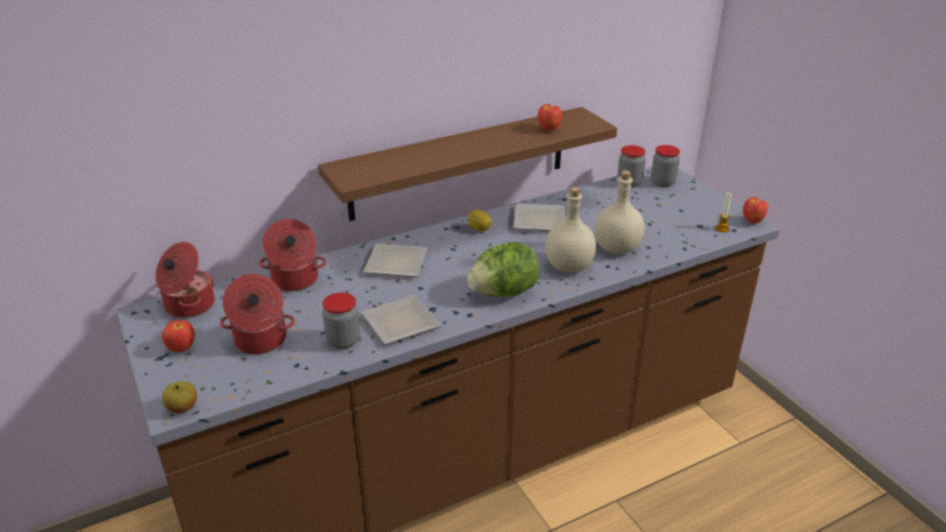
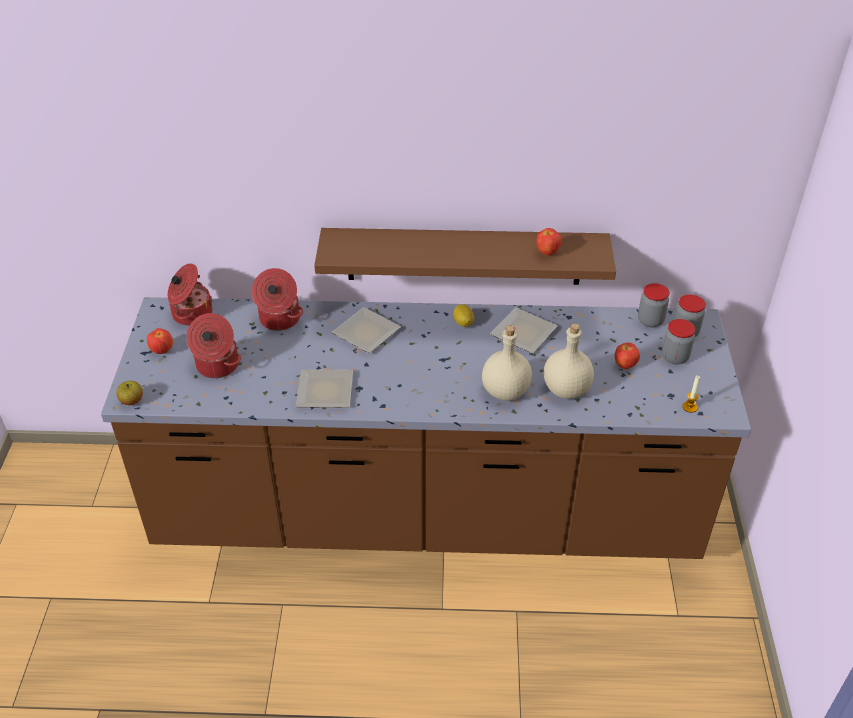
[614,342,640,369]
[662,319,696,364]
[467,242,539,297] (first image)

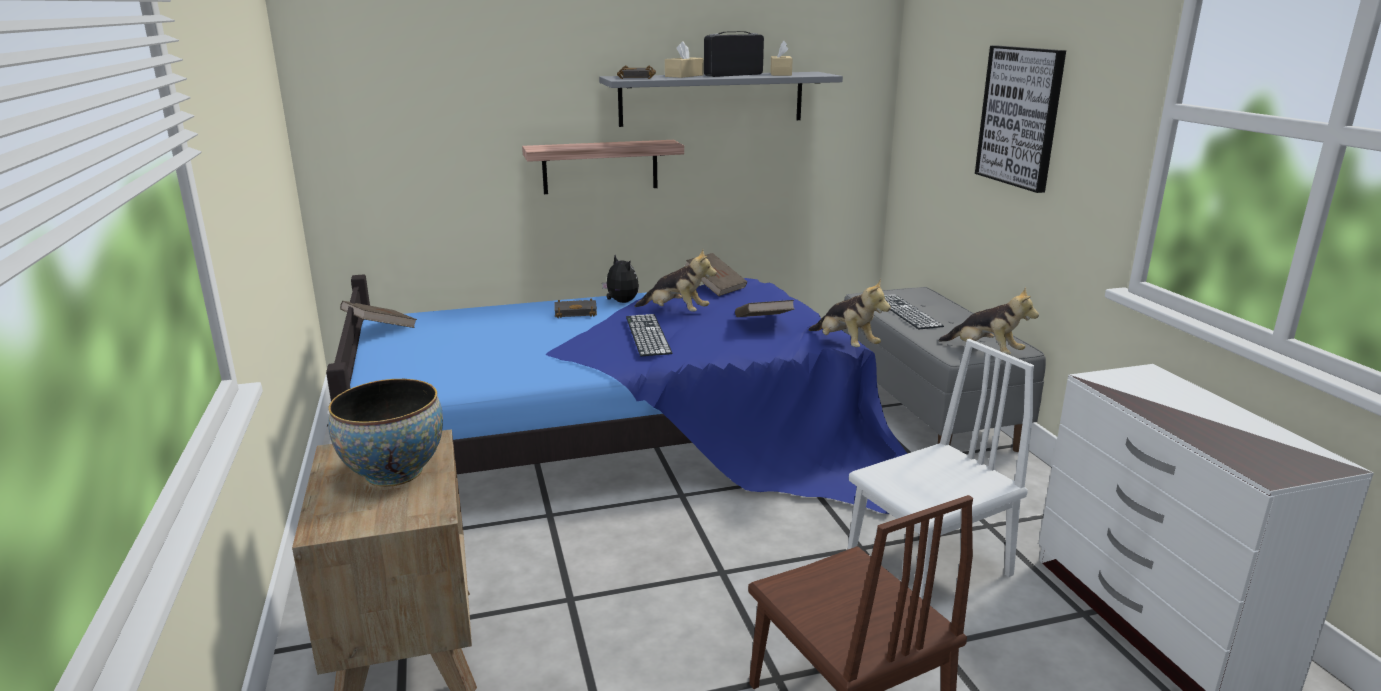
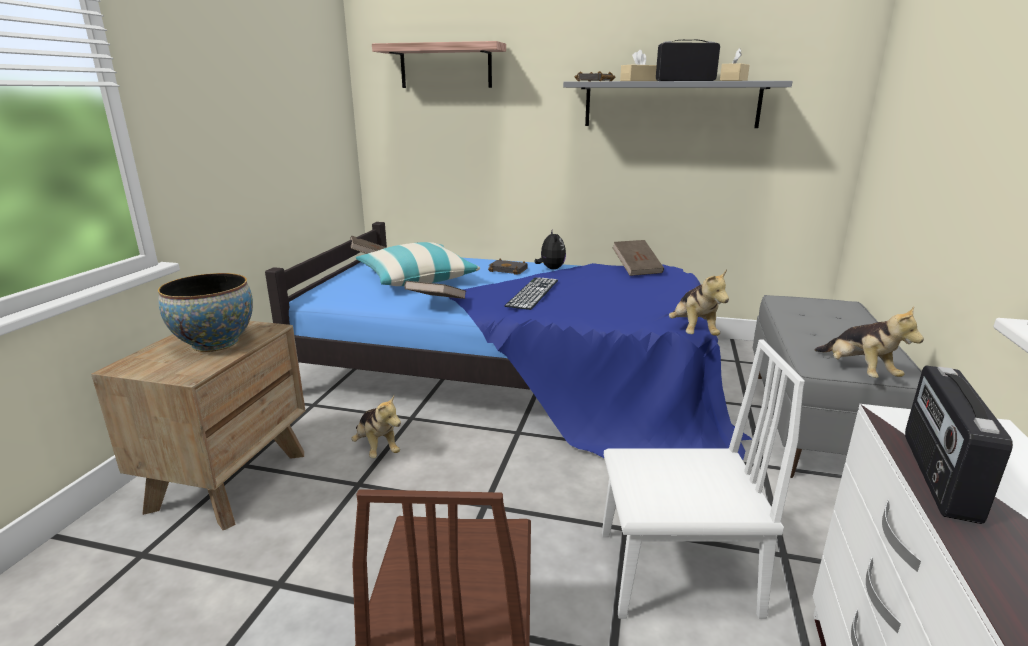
[351,395,401,458]
[356,242,480,286]
[372,41,506,88]
[404,281,466,299]
[905,366,1013,524]
[884,294,944,329] (first image)
[975,46,1066,193] (first image)

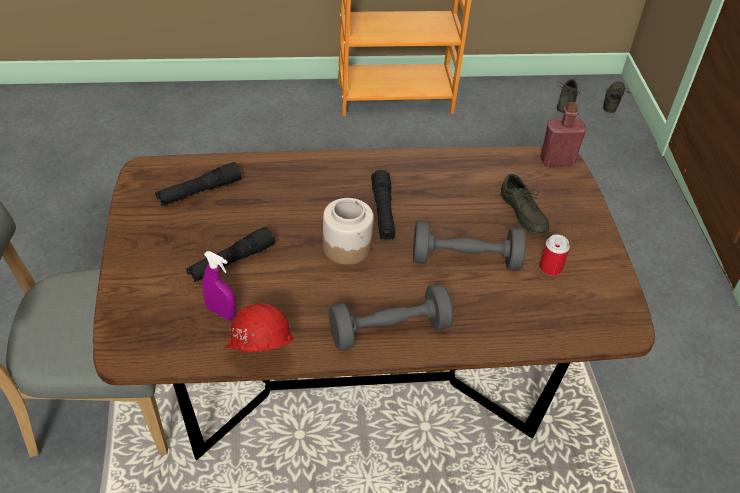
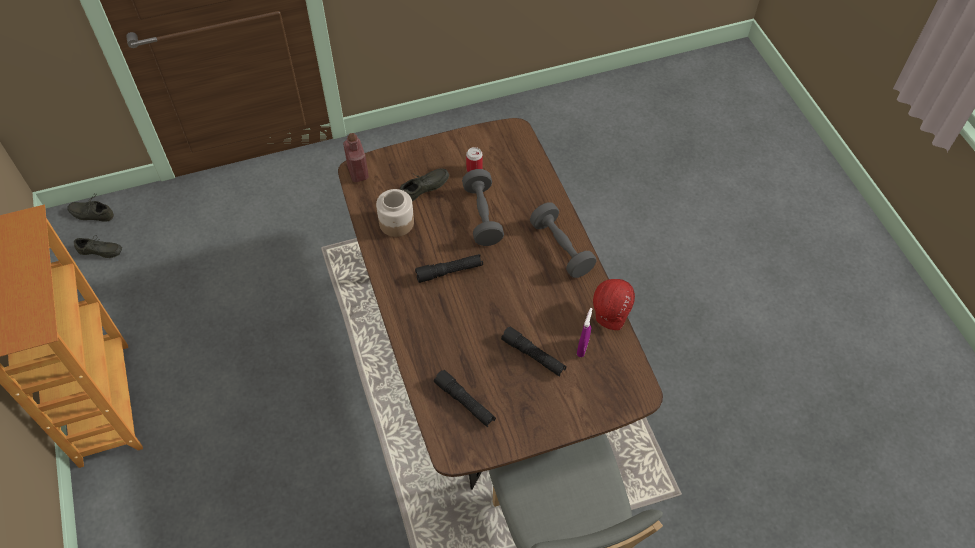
[376,189,414,237]

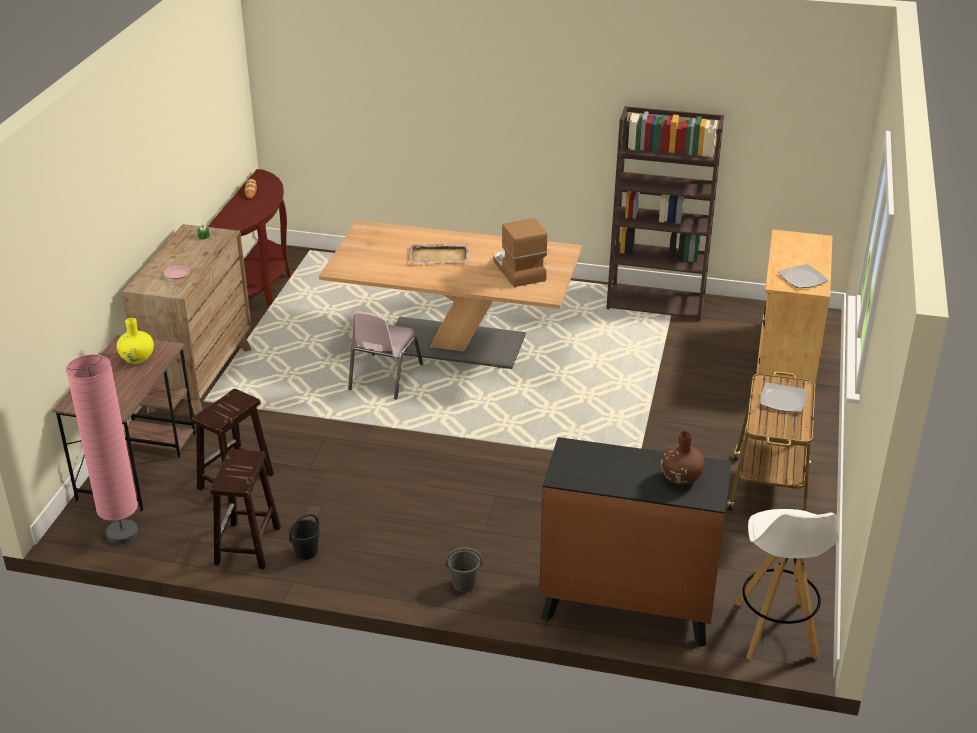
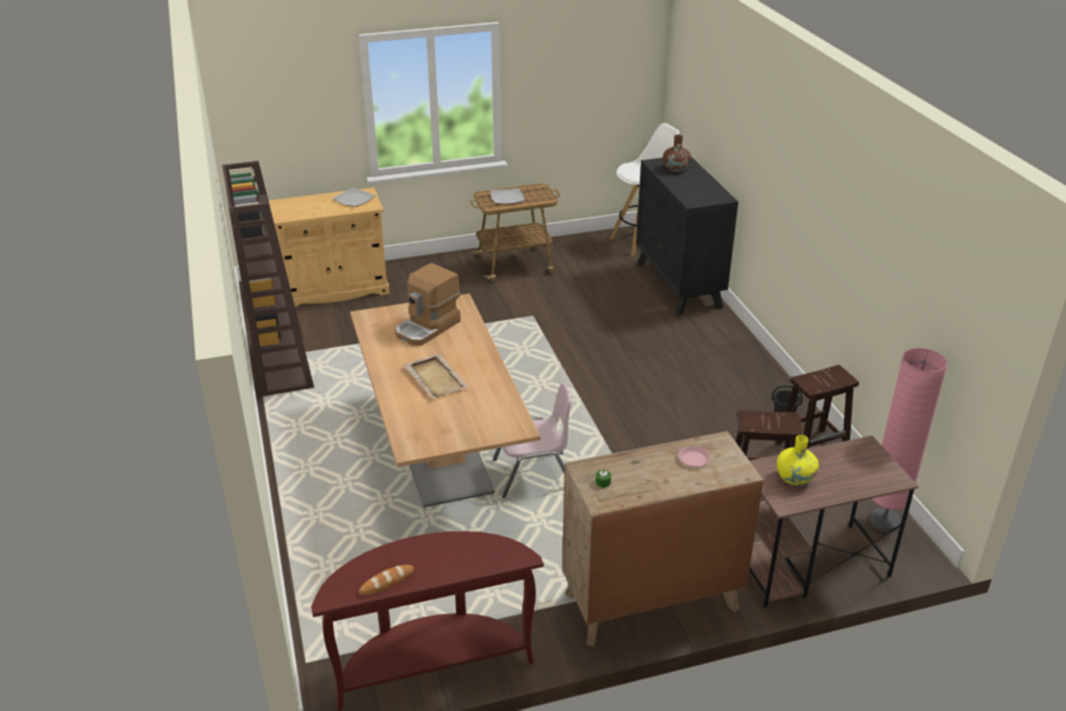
[445,547,483,592] (first image)

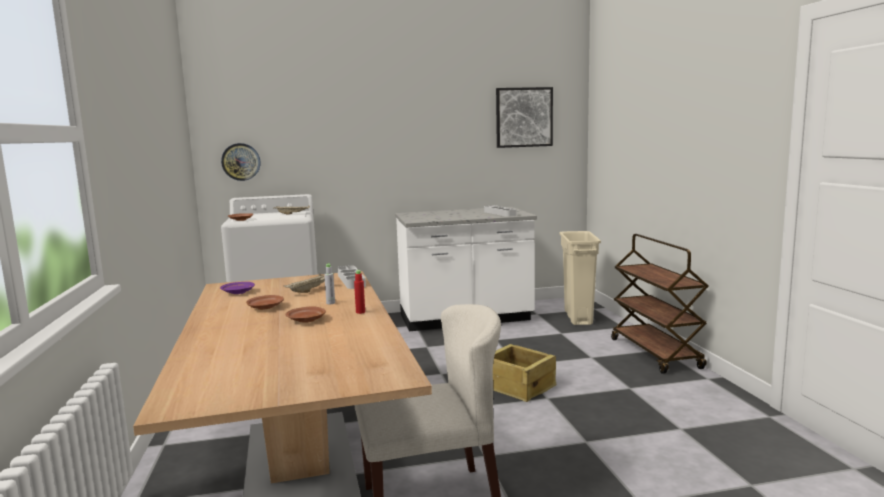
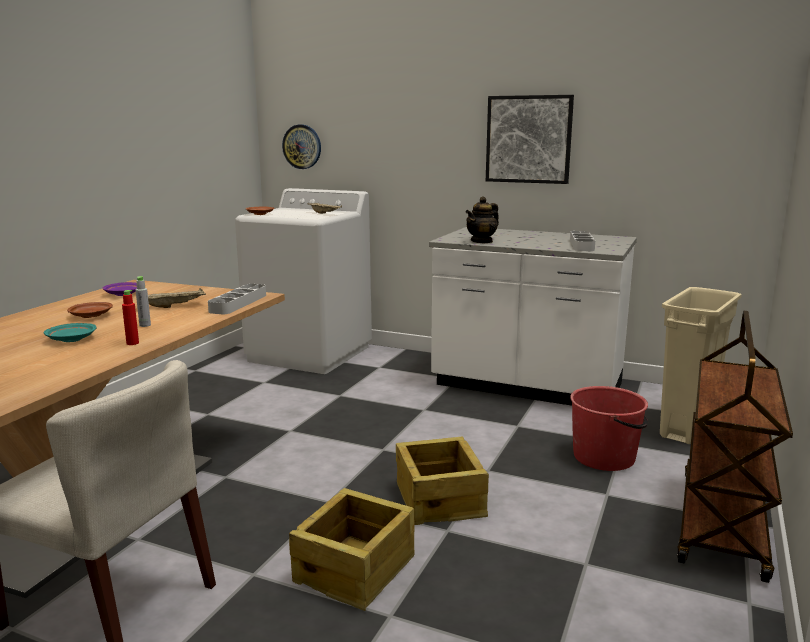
[44,323,96,342]
[289,488,415,611]
[466,196,499,243]
[486,95,574,184]
[570,386,648,471]

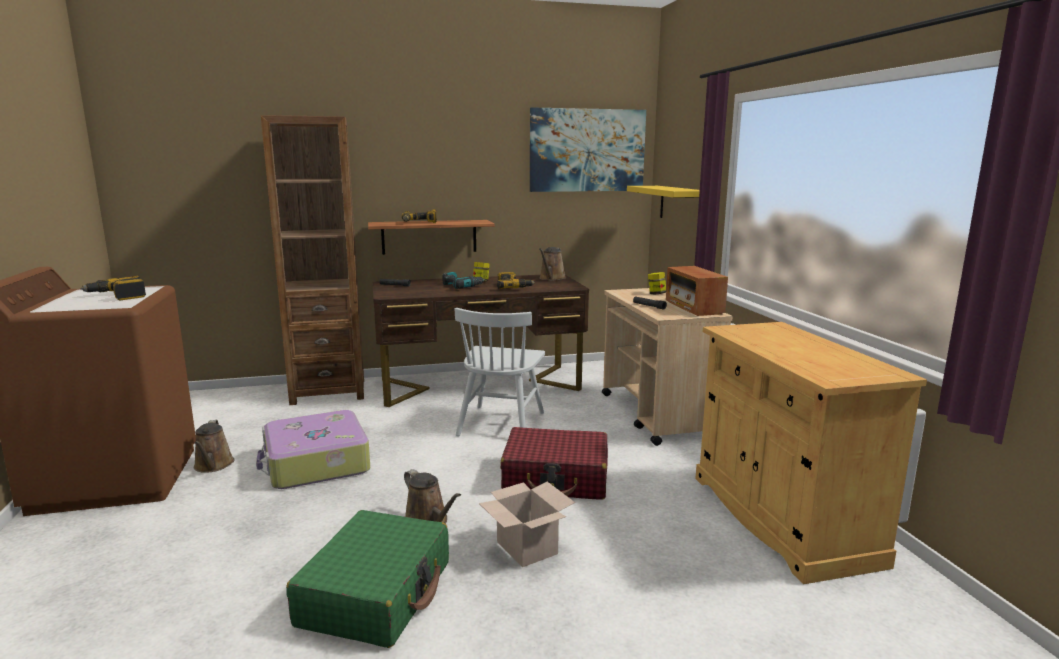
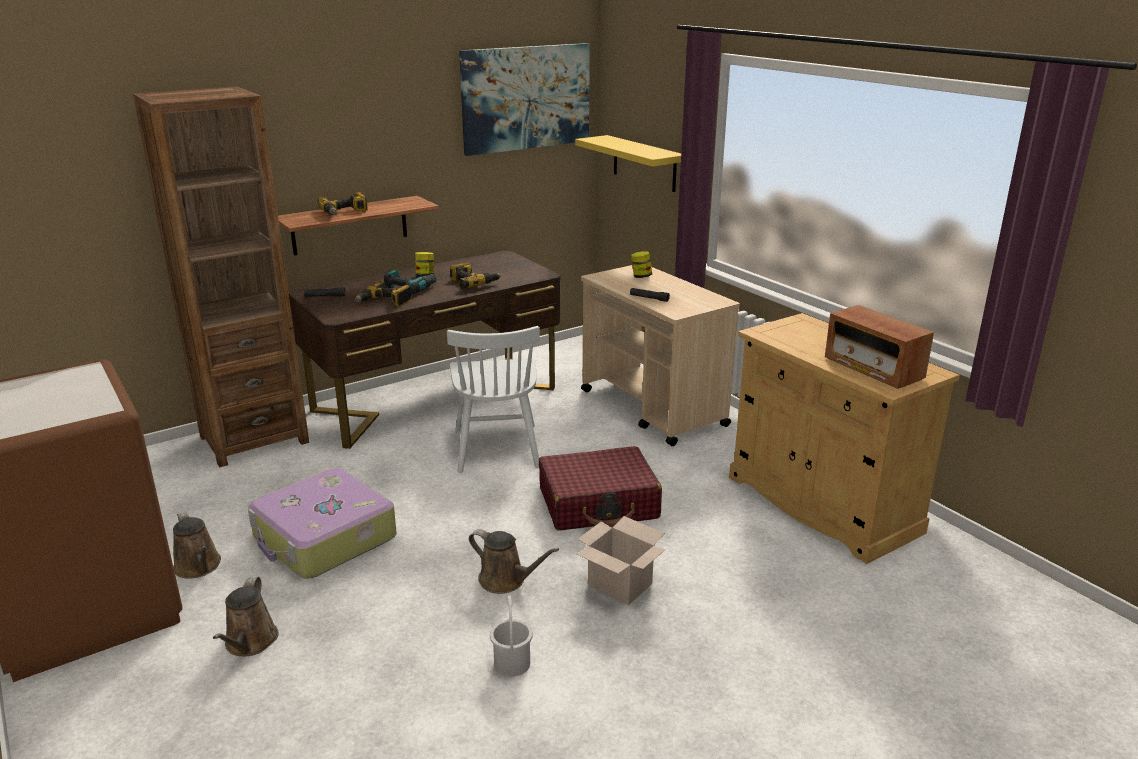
[213,577,278,656]
[355,281,412,307]
[490,596,533,677]
[825,305,934,389]

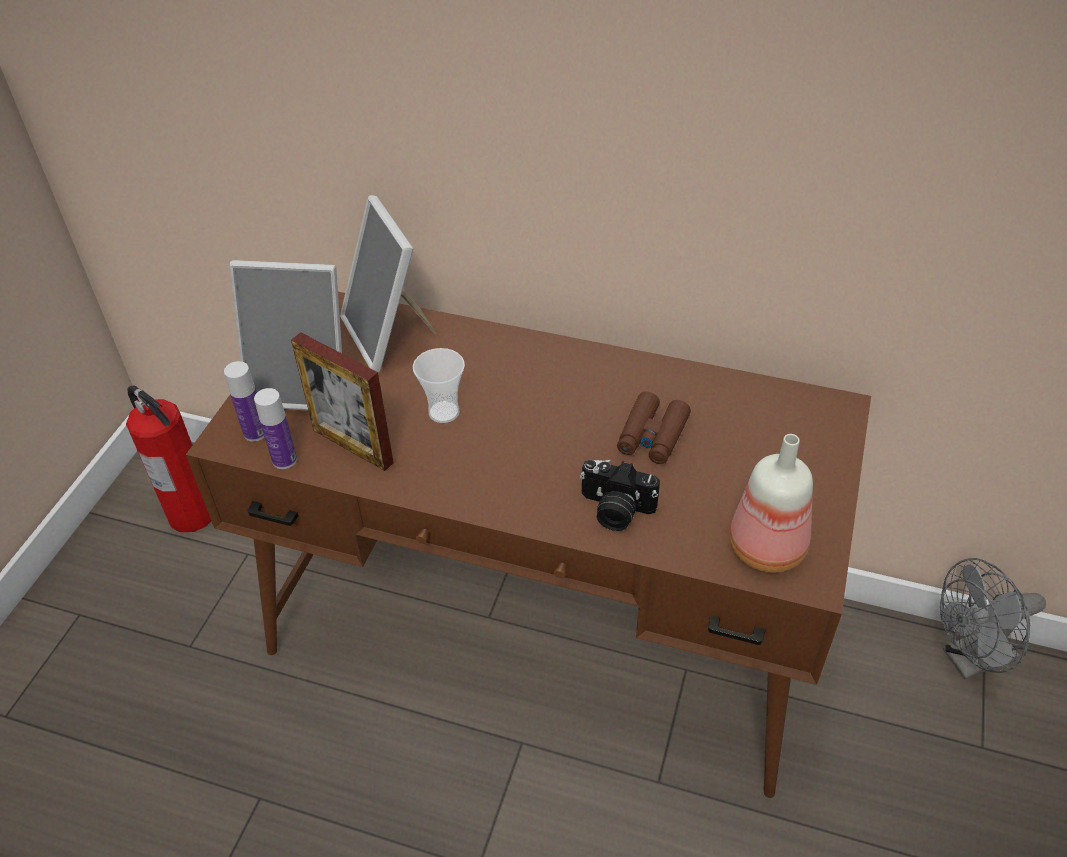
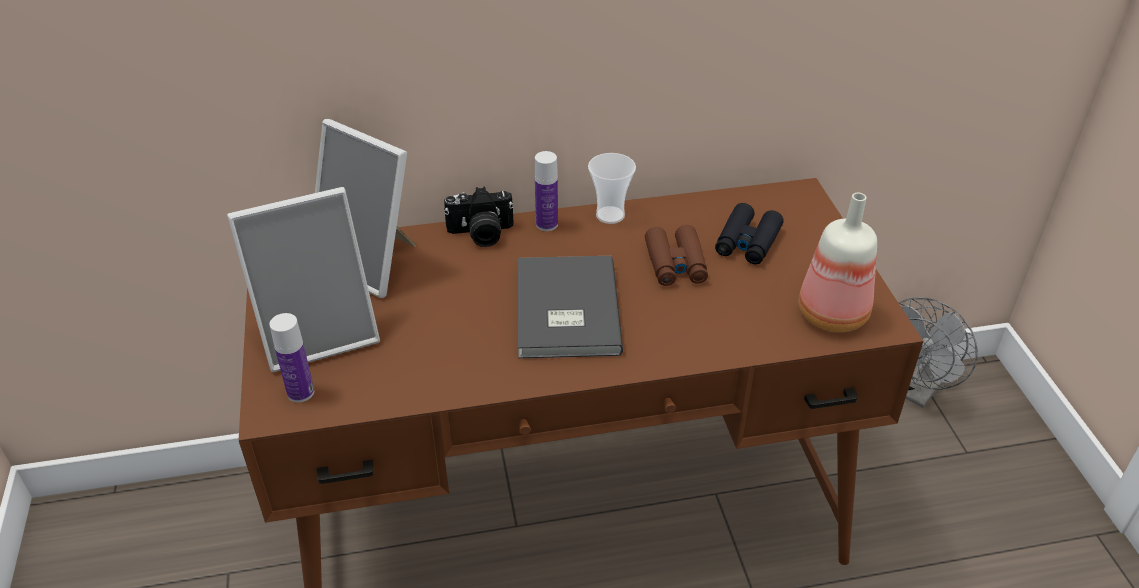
[444,187,514,247]
[518,256,623,359]
[535,151,558,231]
[588,153,636,224]
[715,203,784,265]
[126,385,211,532] (first image)
[291,332,394,471] (first image)

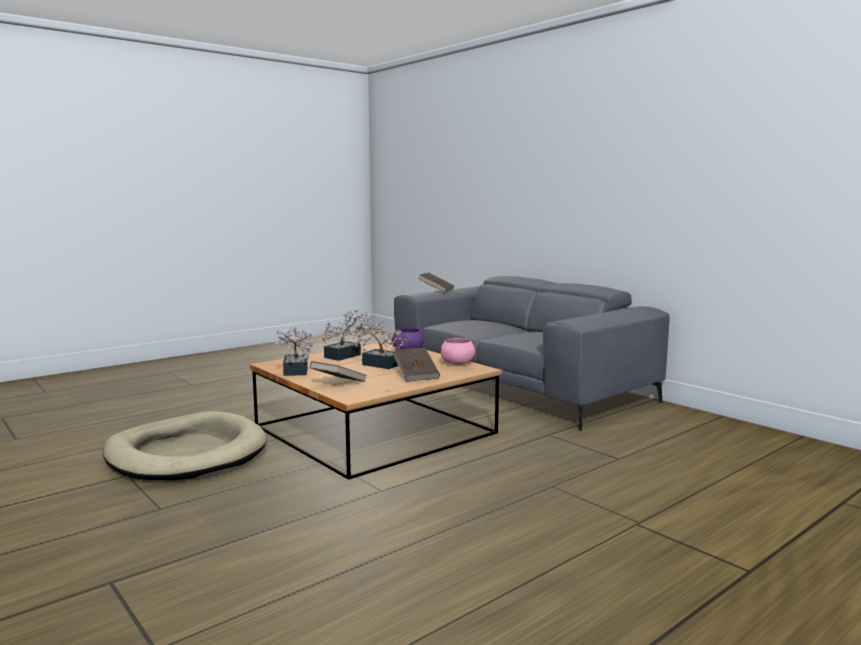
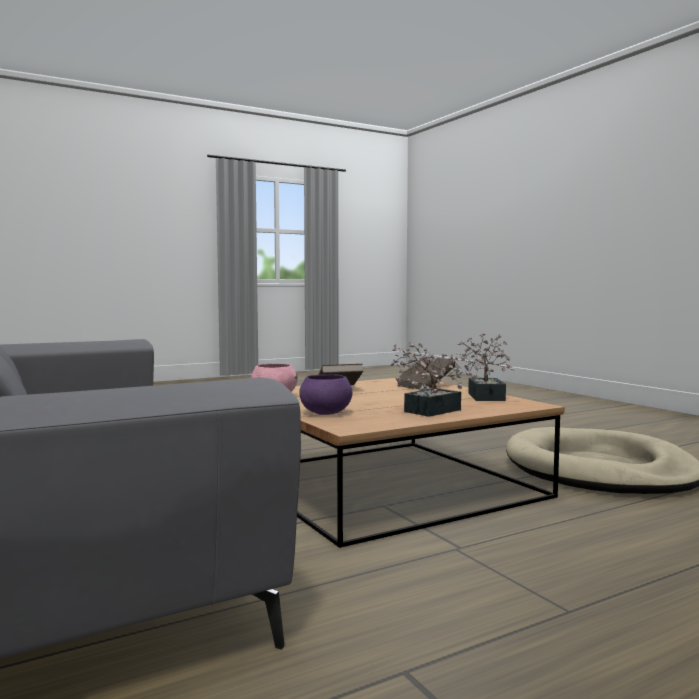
[351,316,408,369] (first image)
[418,272,454,293] (first image)

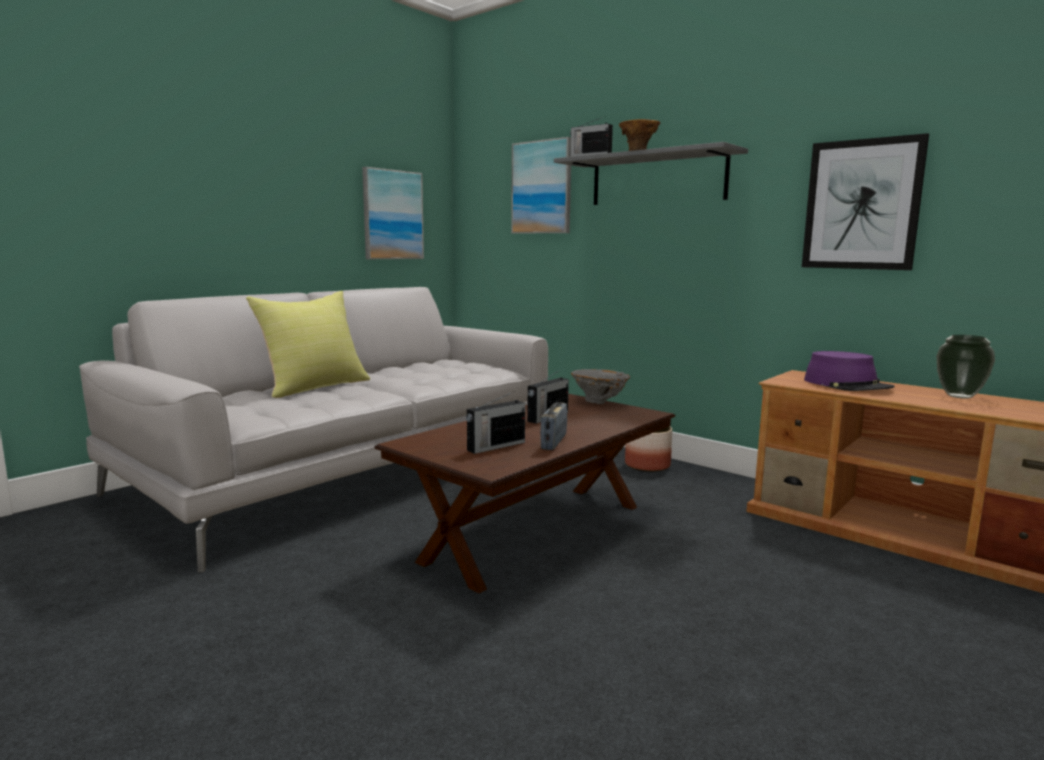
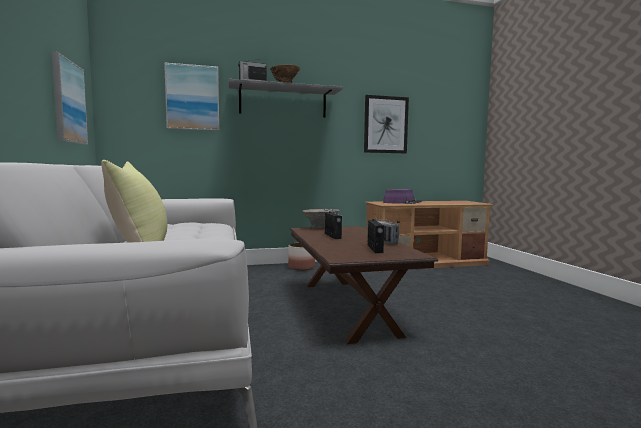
[937,335,995,399] (first image)

